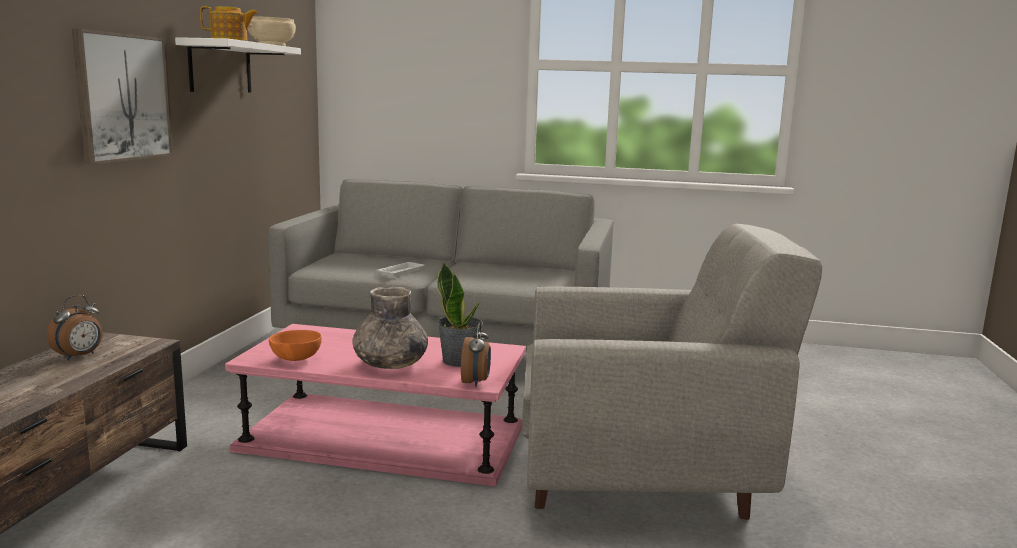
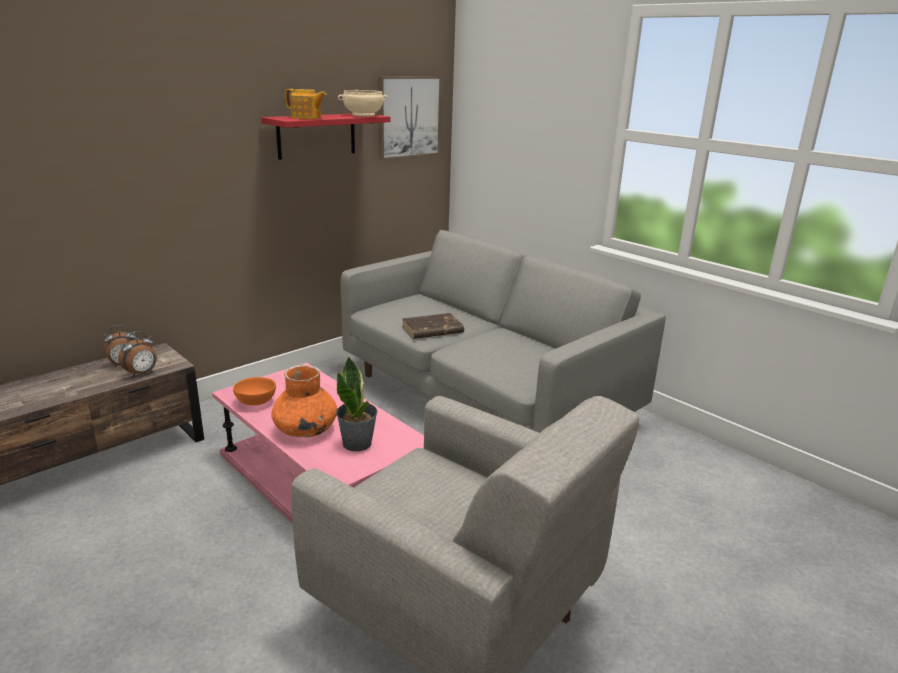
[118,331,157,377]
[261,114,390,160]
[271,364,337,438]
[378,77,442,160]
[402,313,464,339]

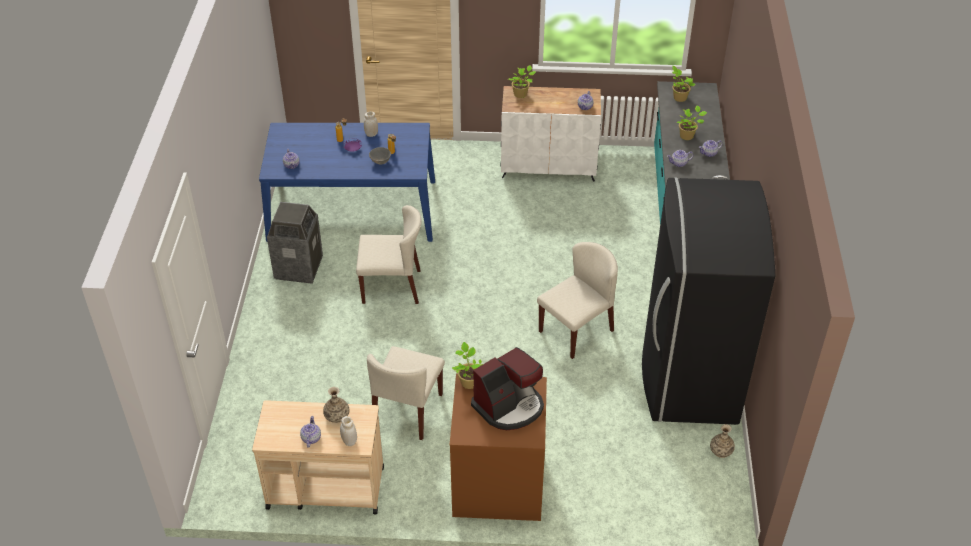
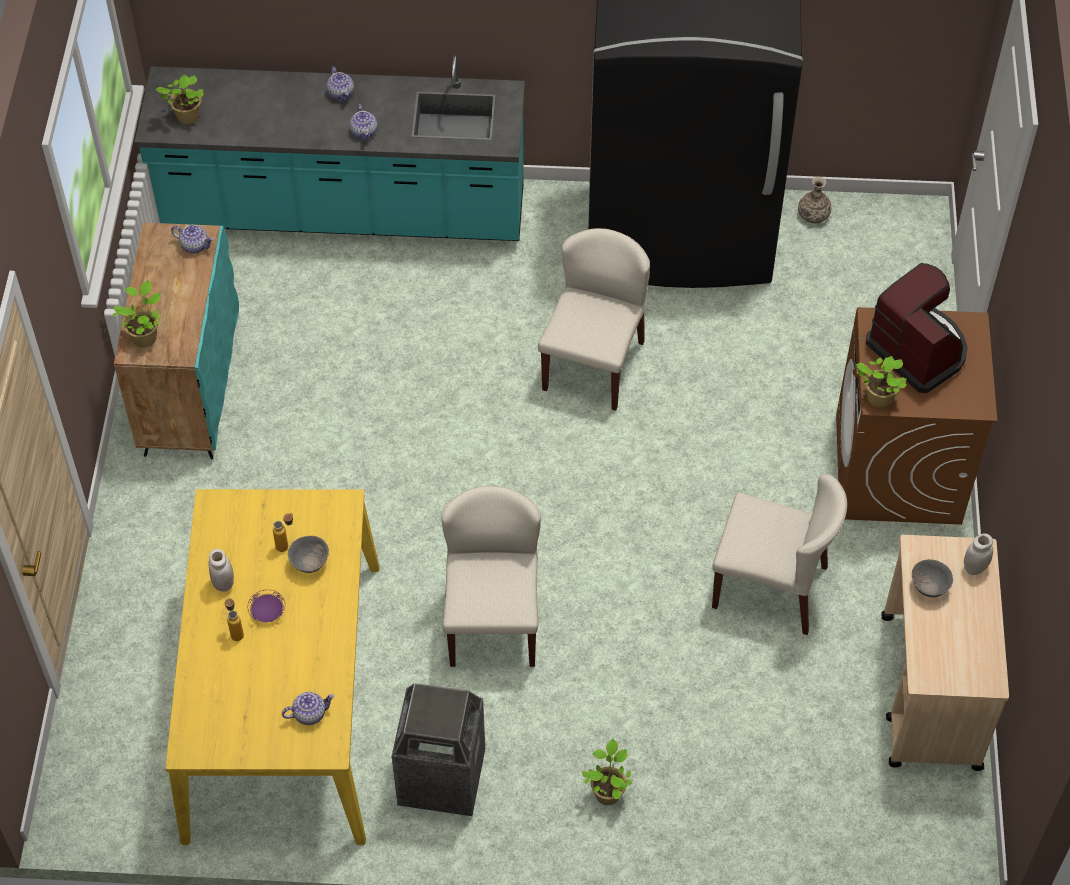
[114,223,239,460]
[165,489,379,845]
[538,228,650,411]
[582,739,632,805]
[912,559,953,598]
[300,416,321,448] (first image)

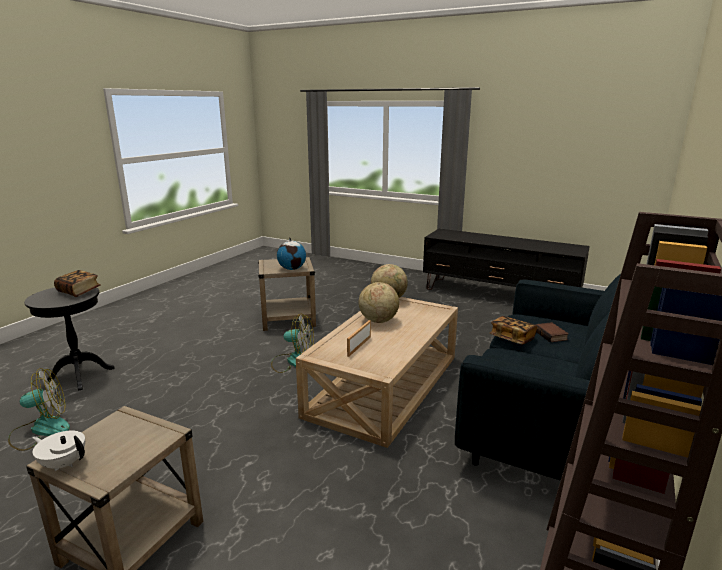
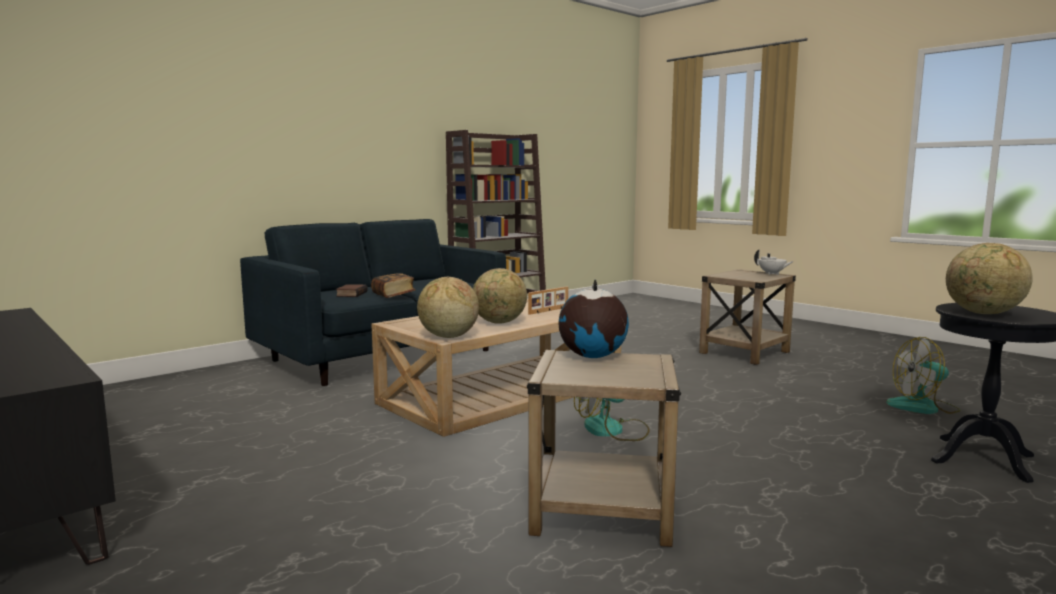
[946,243,1033,314]

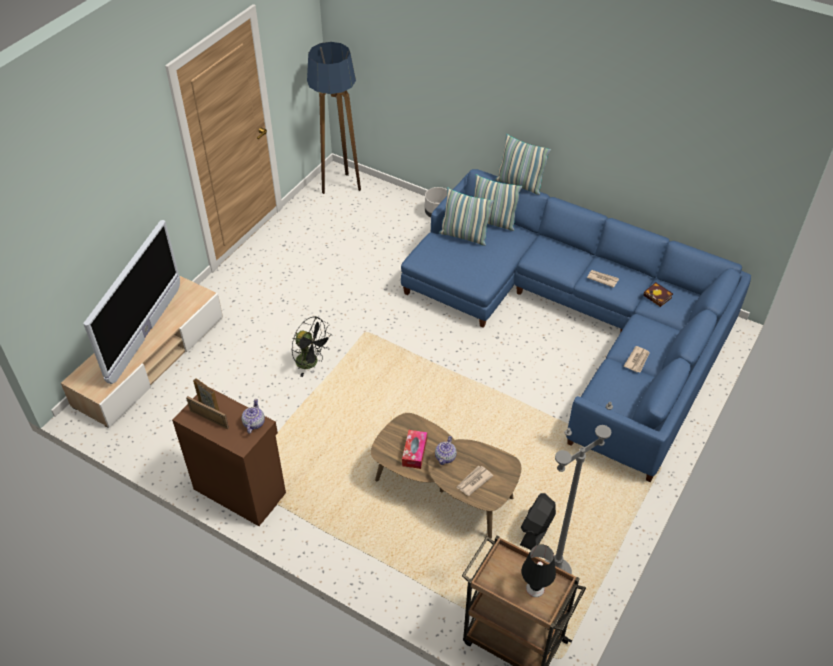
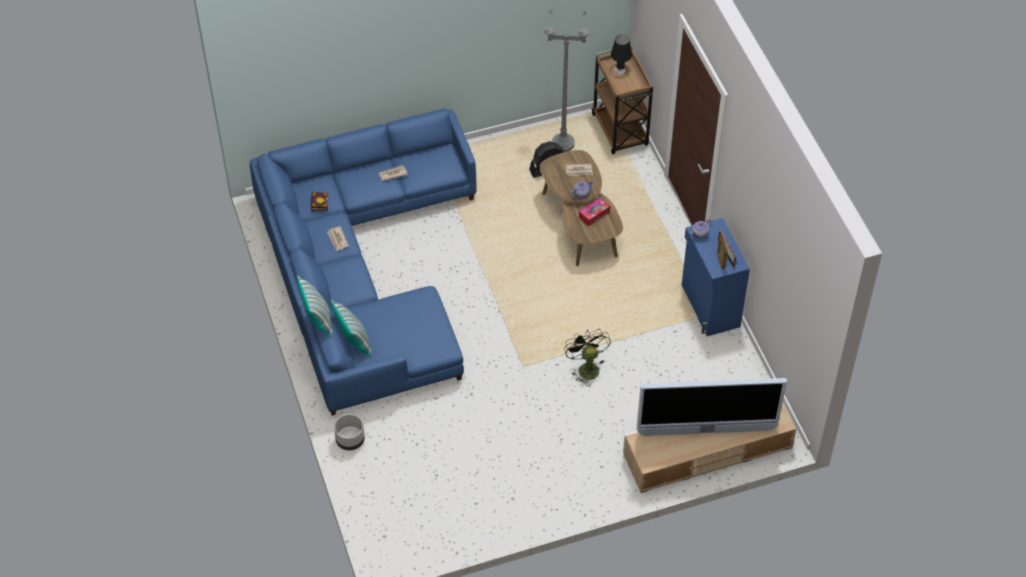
[637,378,787,436]
[682,218,750,336]
[307,42,361,194] (first image)
[439,187,494,246] (first image)

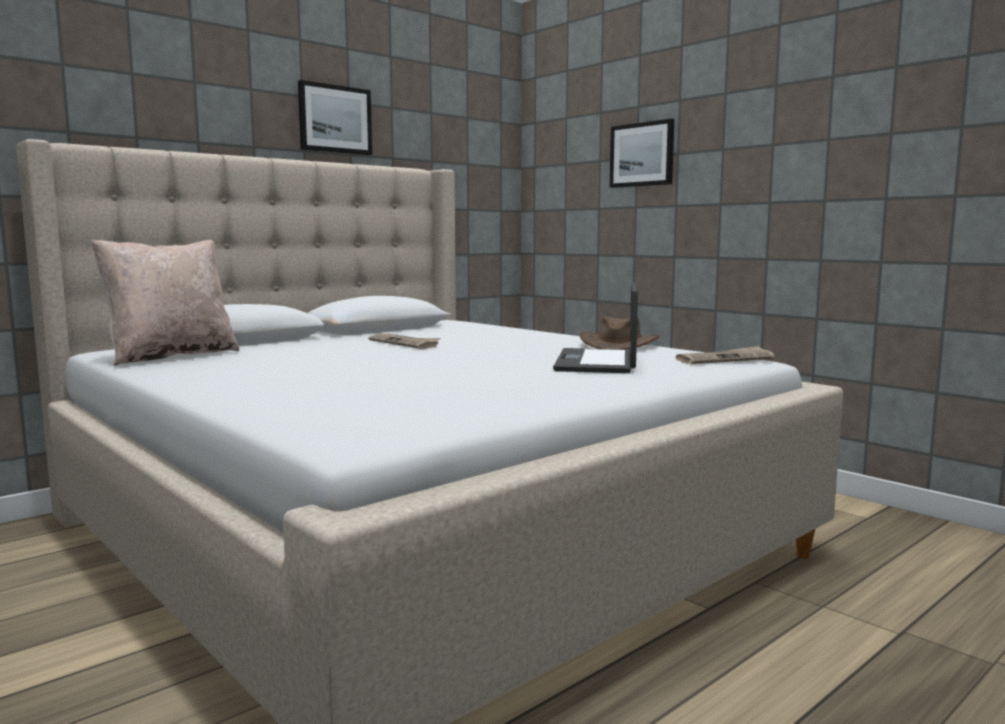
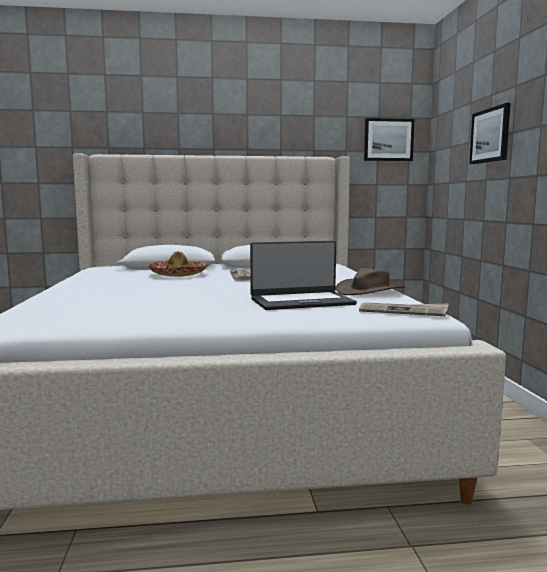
[147,251,208,277]
[250,241,357,310]
[364,118,415,161]
[91,240,240,366] (first image)

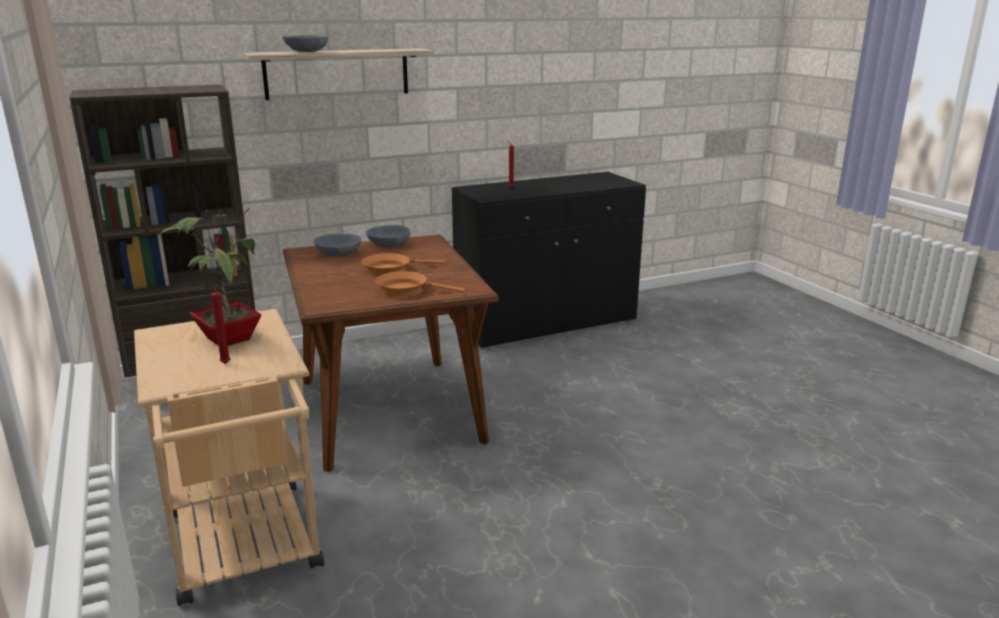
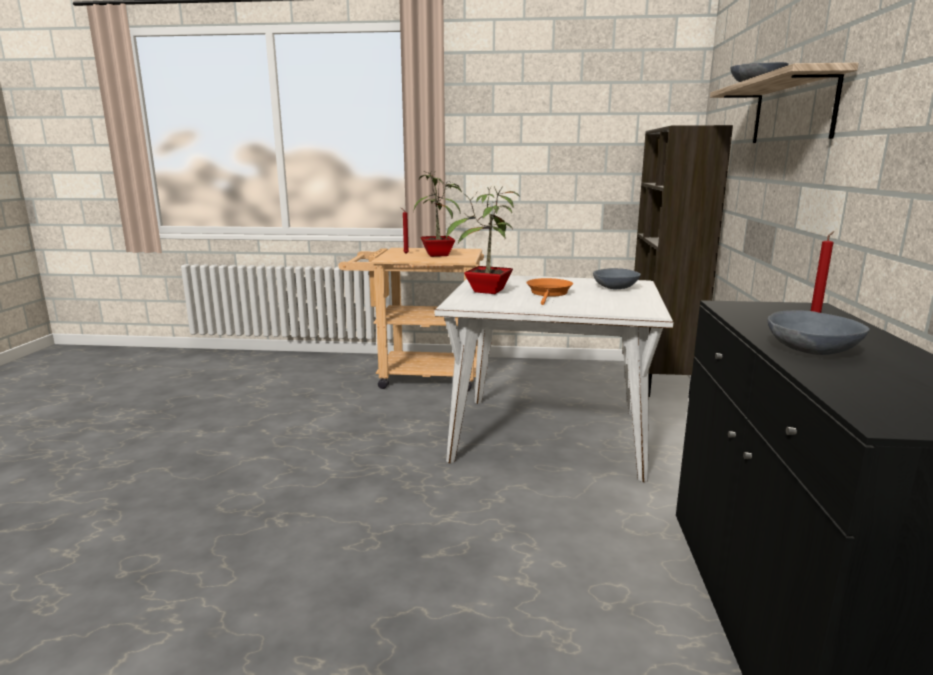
[434,275,673,482]
[446,186,520,294]
[768,310,870,355]

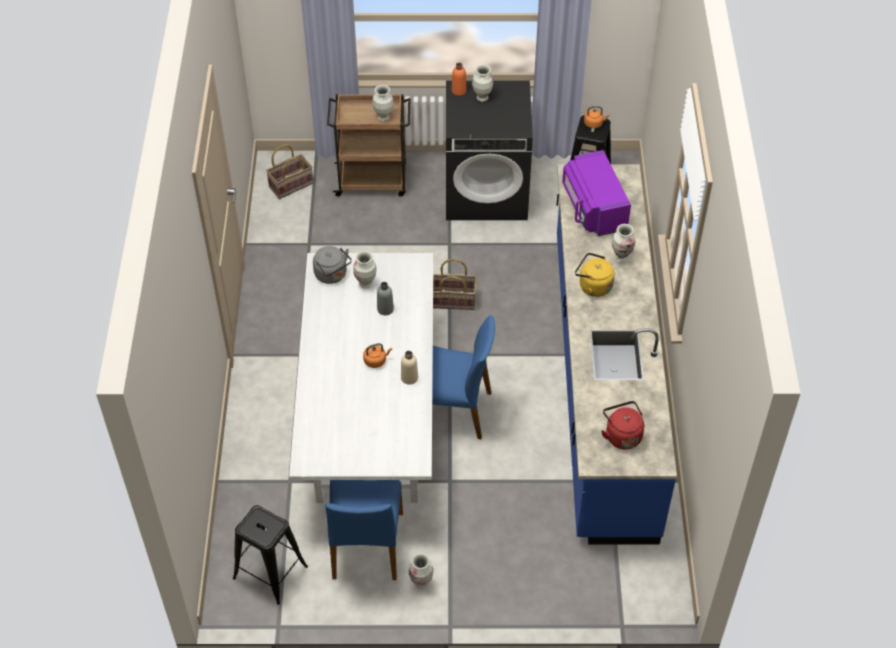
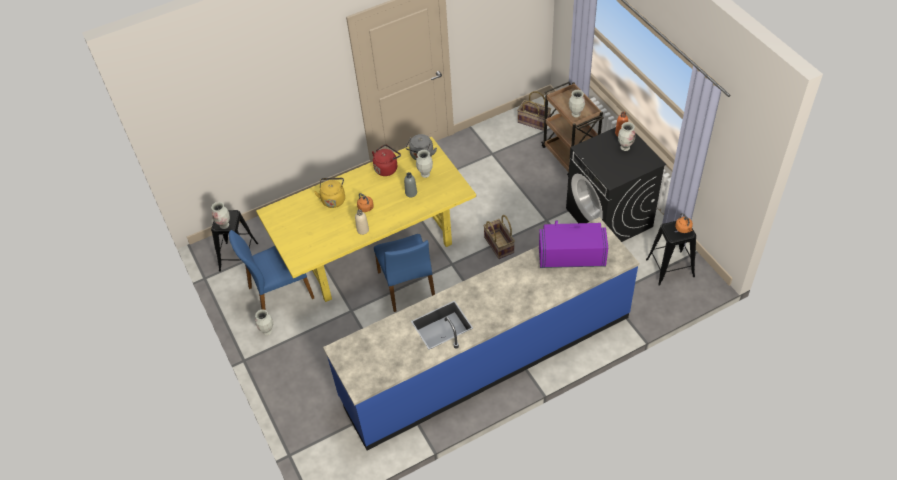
[211,202,230,229]
[256,137,476,302]
[314,178,345,208]
[372,145,401,176]
[539,221,608,268]

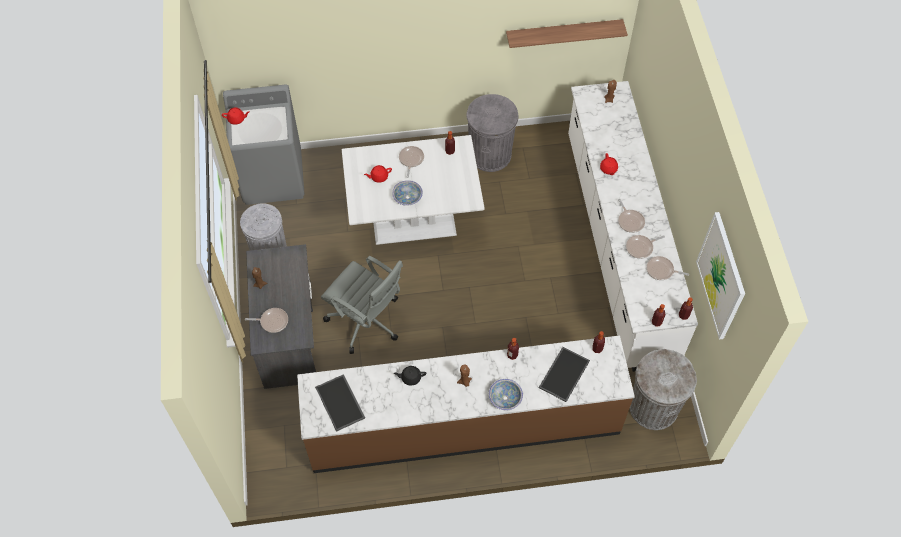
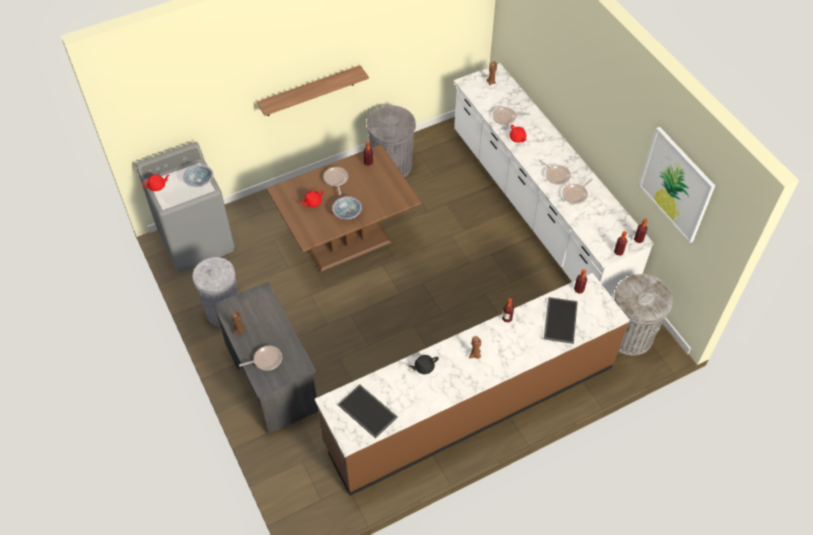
[183,164,213,187]
[257,65,369,116]
[267,144,422,272]
[493,107,529,125]
[321,256,403,354] (first image)

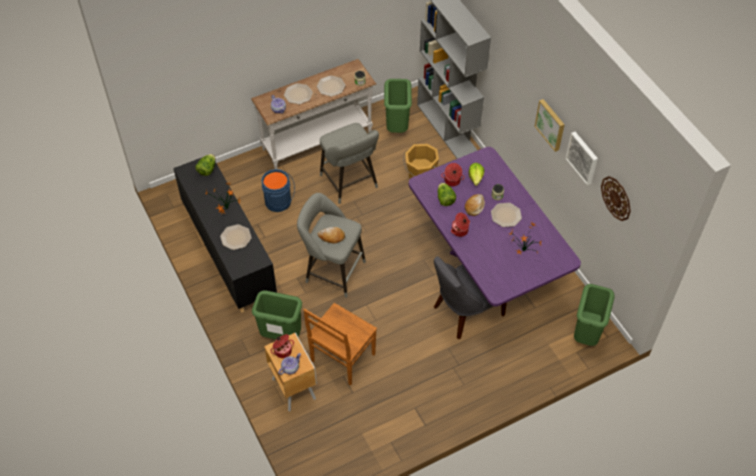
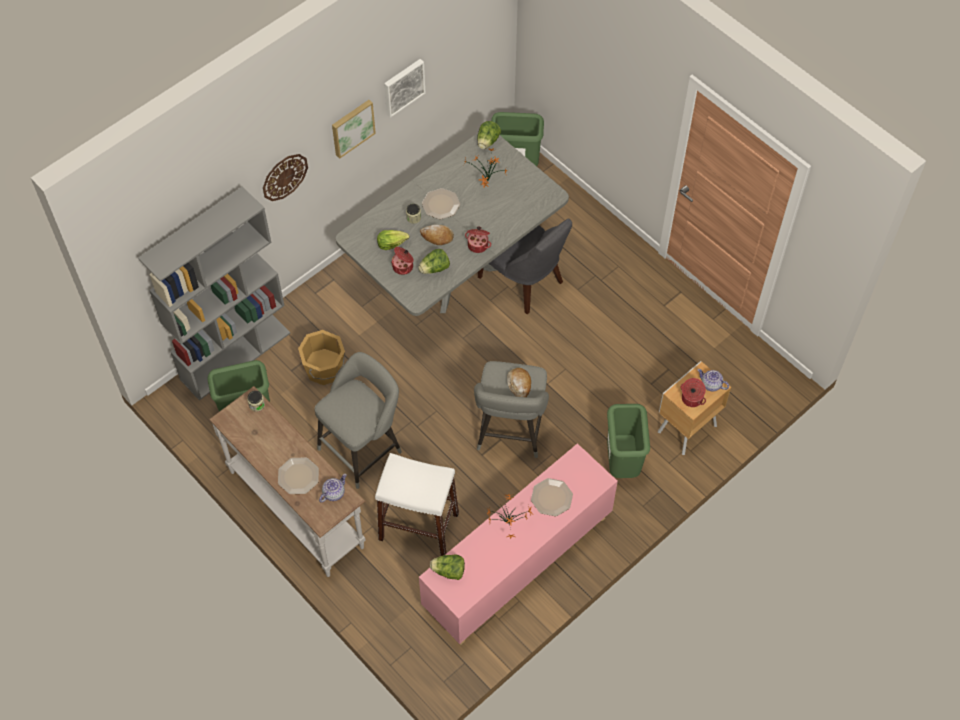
[263,154,308,201]
[336,133,569,316]
[375,453,459,556]
[419,443,618,645]
[477,121,501,149]
[304,303,377,386] (first image)
[317,75,346,97] (first image)

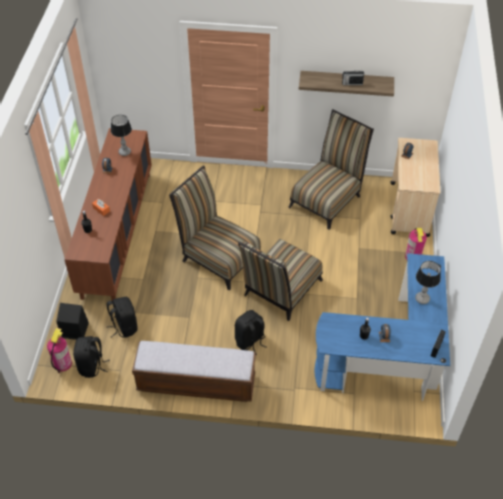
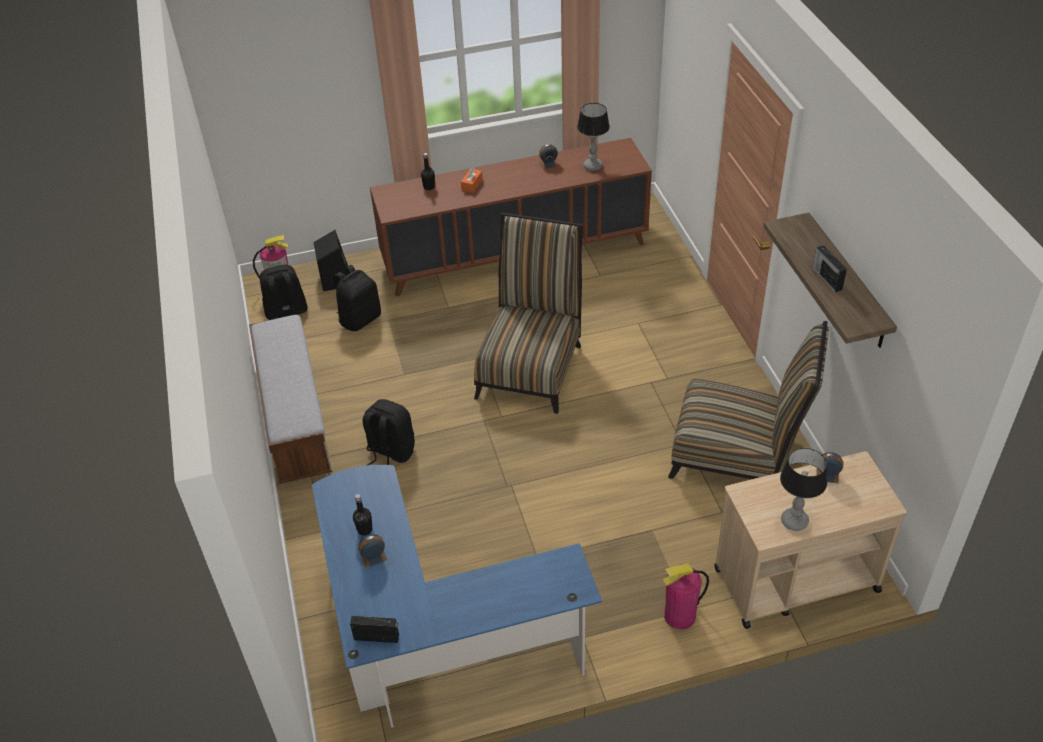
[780,448,827,531]
[238,239,323,321] (first image)

